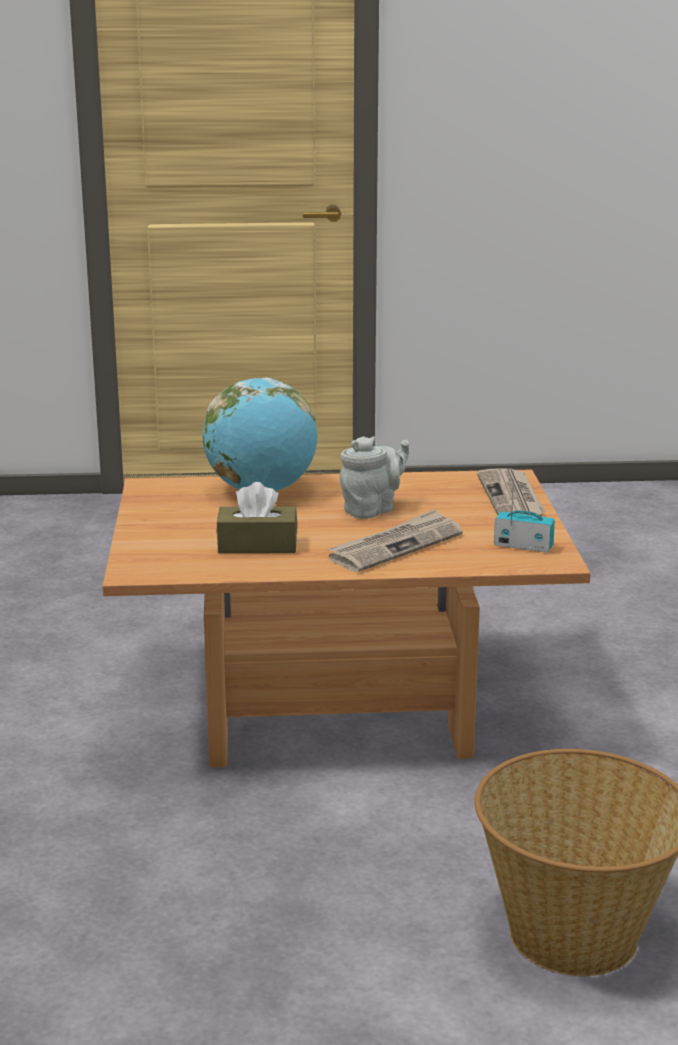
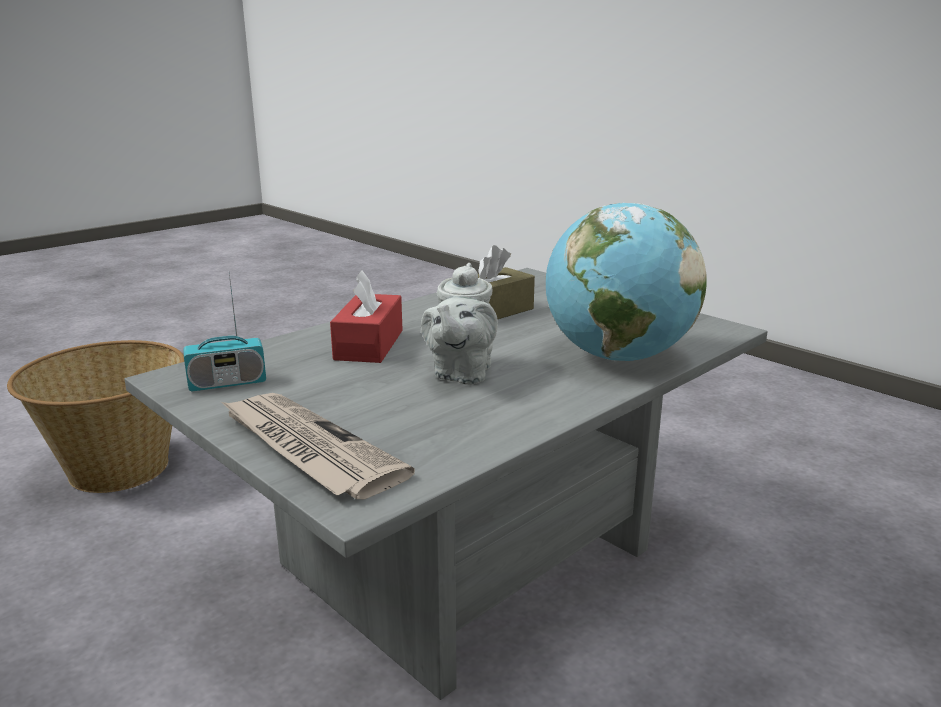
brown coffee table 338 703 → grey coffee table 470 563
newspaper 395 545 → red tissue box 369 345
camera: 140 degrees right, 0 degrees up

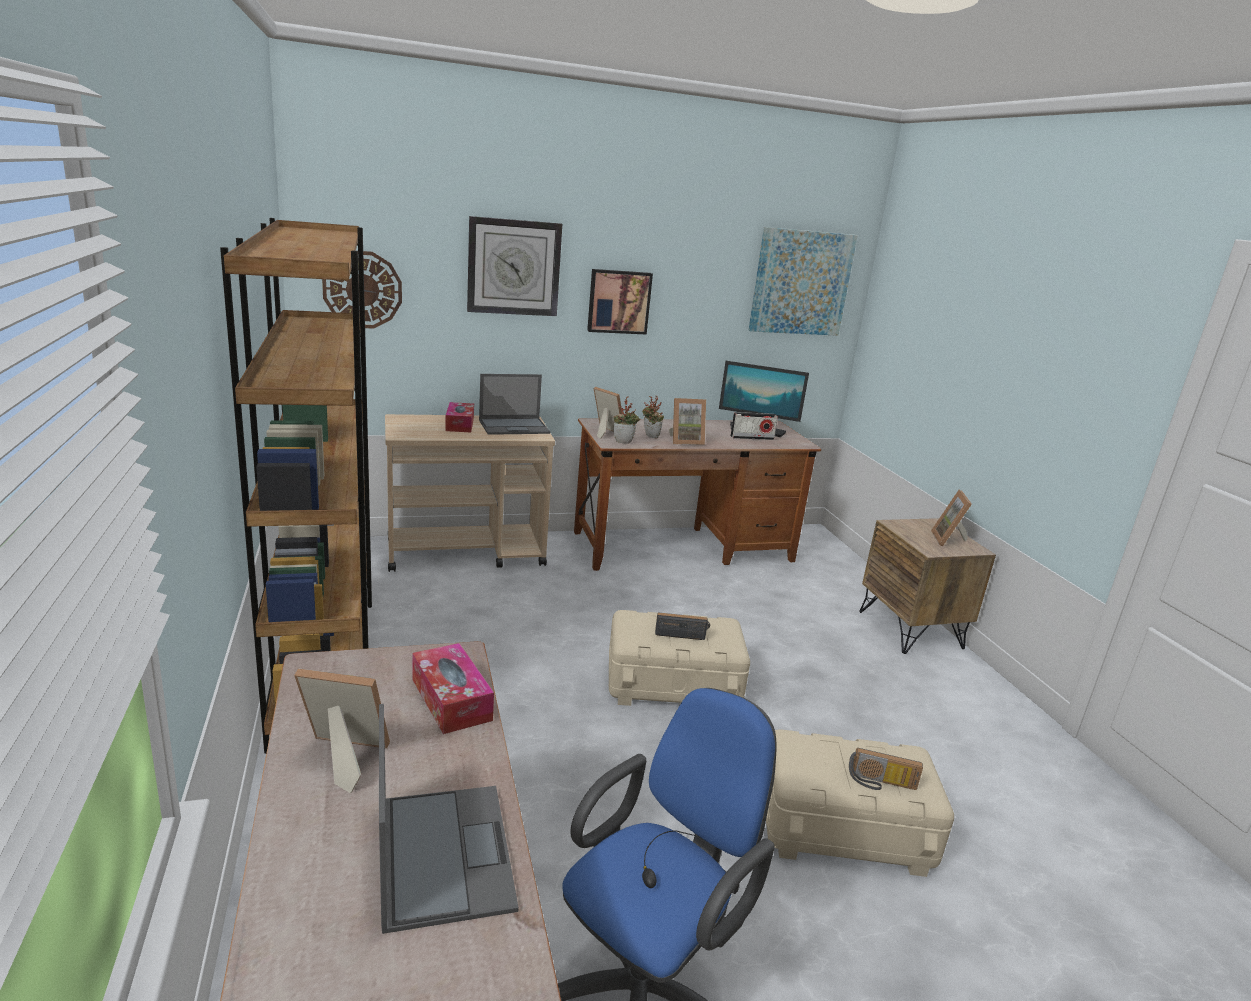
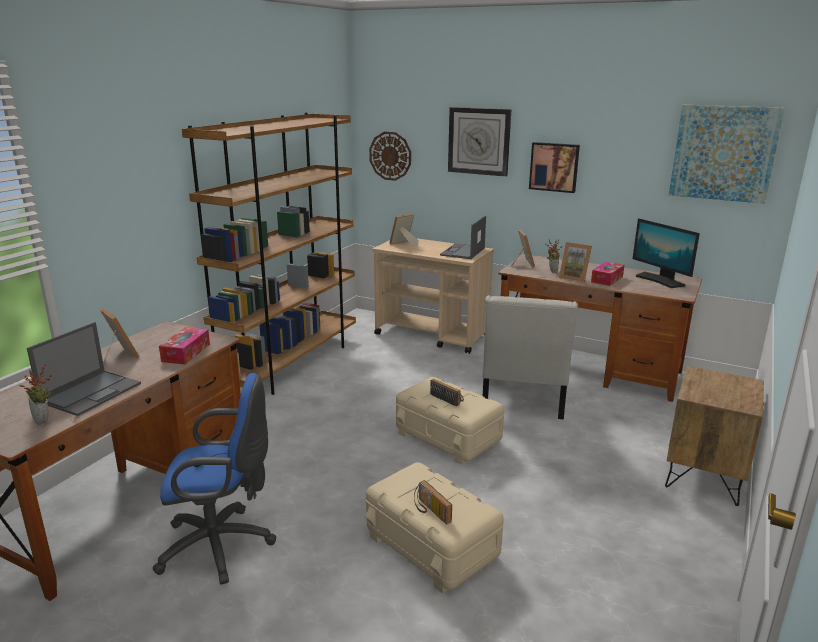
laptop 514 427 → laptop 462 252, 90 degrees clockwise
potted plant 624 441 → potted plant 44 421, move
tissue box 460 424 → tissue box 607 279, move
radio 752 438 → -
picture frame 949 540 → picture frame 403 244, move
- → white chair 522 399
camera: 45 degrees right, 0 degrees up

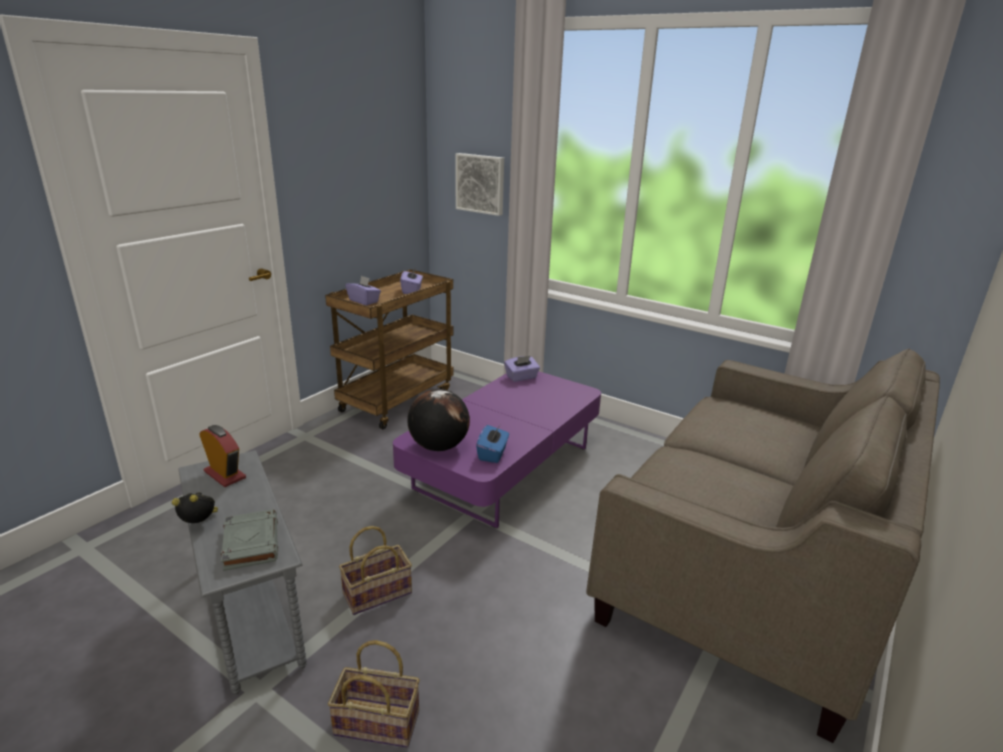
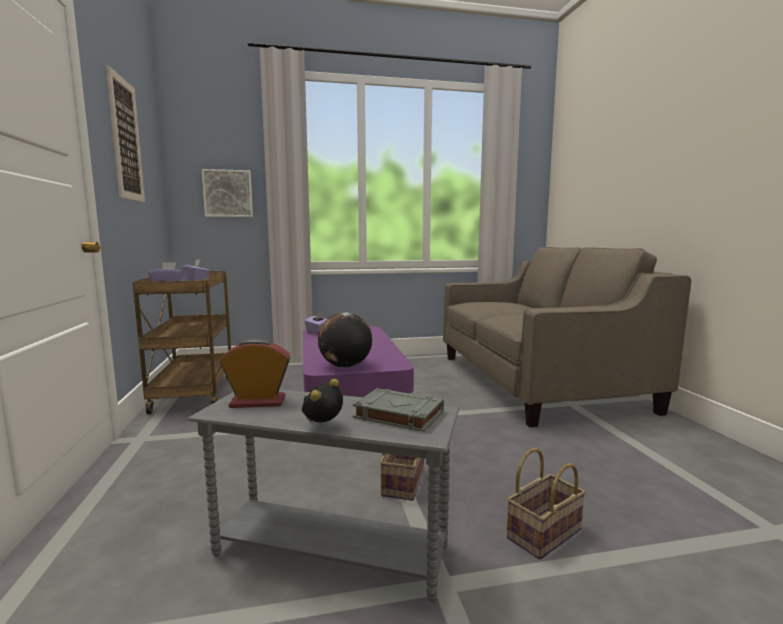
blue tissue box 493 454 → -
- → picture 126 140
camera: 45 degrees left, 15 degrees down

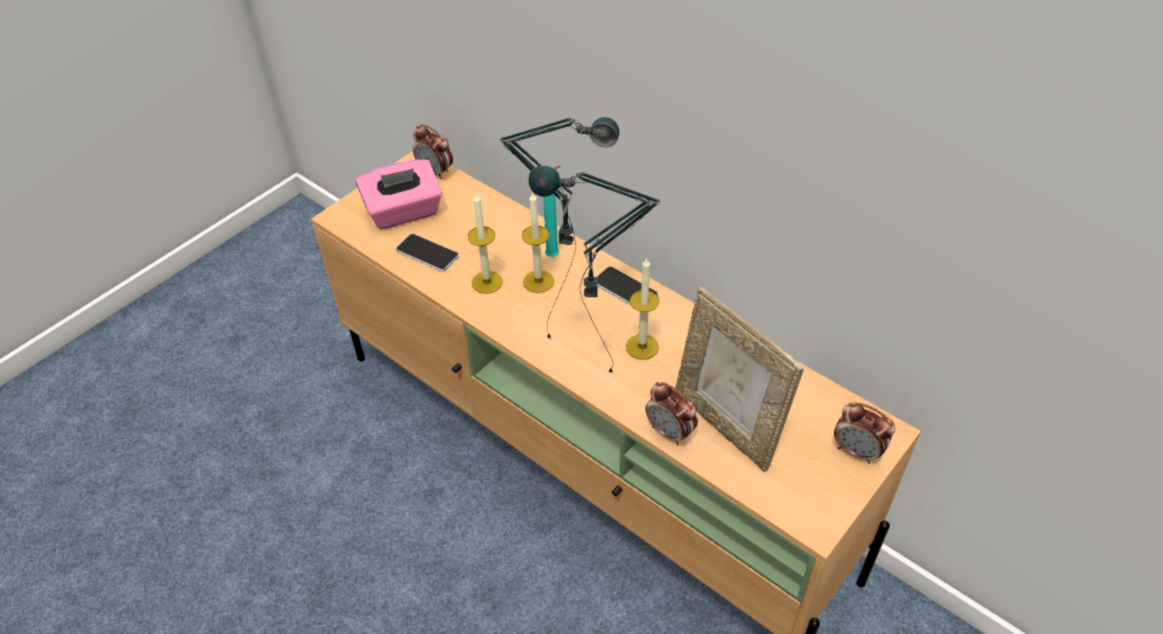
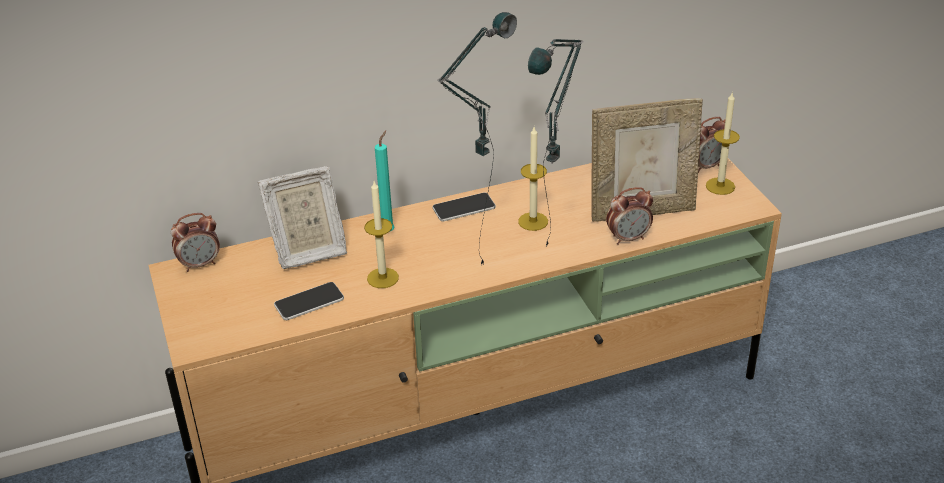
pink tissue box 404 212 → -
candle 538 281 → candle 720 186, move
- → picture frame 308 251
camera: 60 degrees left, 10 degrees down

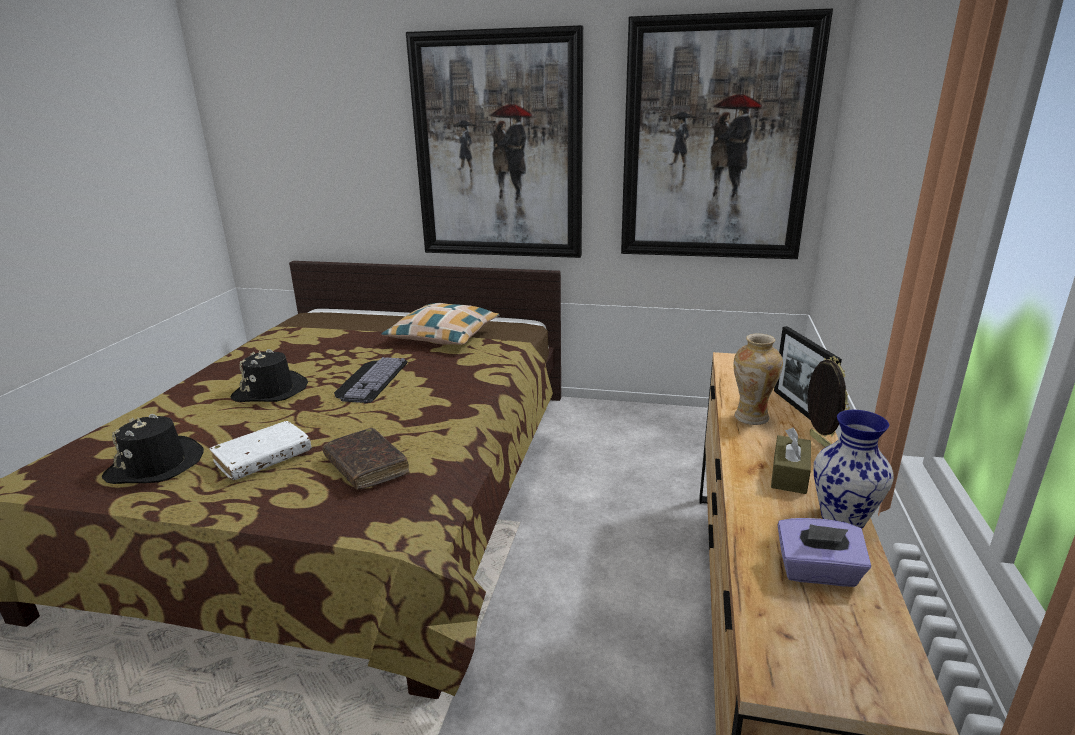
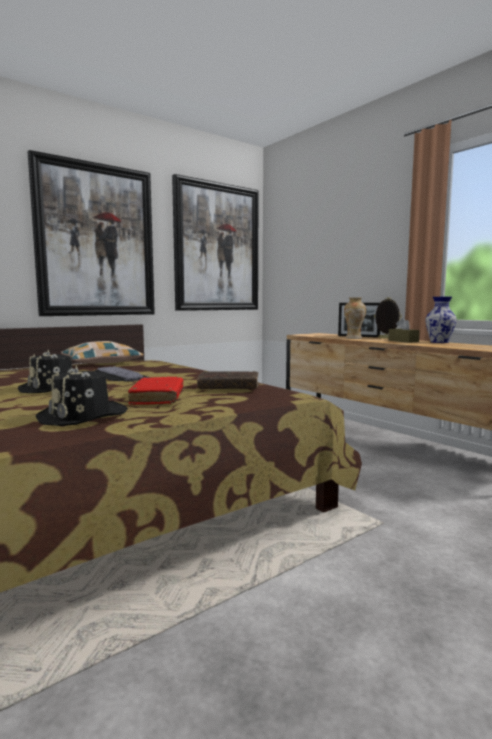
white book 263 458 → red book 157 398
purple tissue box 817 572 → -
camera: 50 degrees left, 15 degrees down

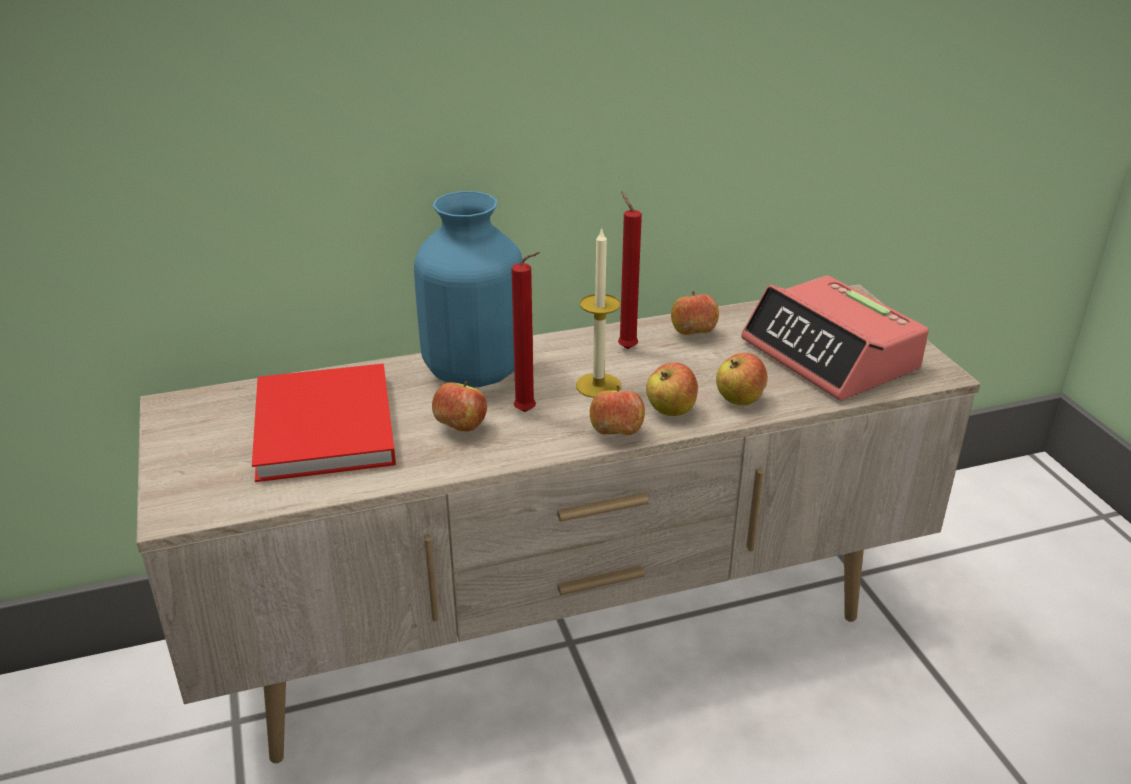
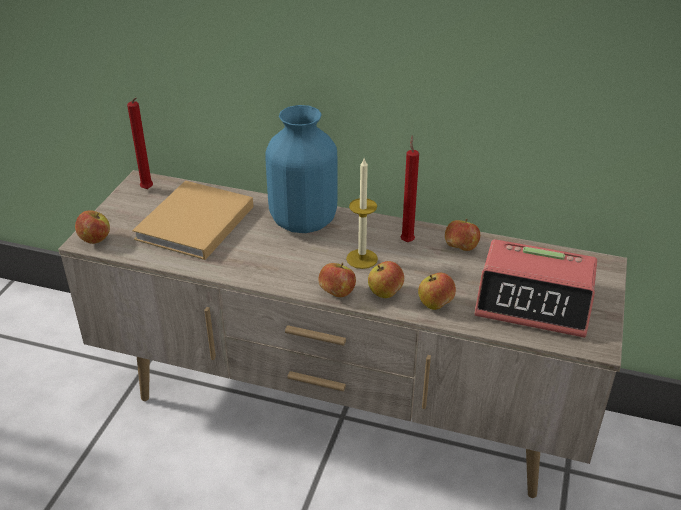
red candle 528 413 → red candle 148 190, move
alarm clock 830 355 → alarm clock 535 300, 75 degrees counterclockwise
red book 324 430 → beige book 193 225
apple 460 427 → apple 95 240, move
camera: 35 degrees right, 5 degrees up

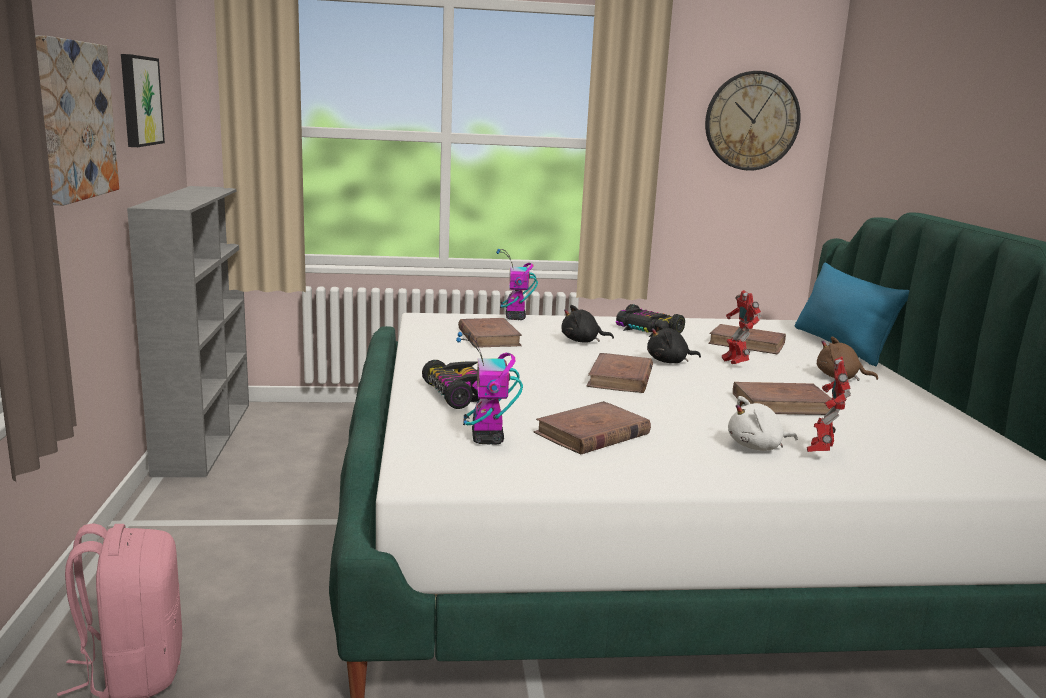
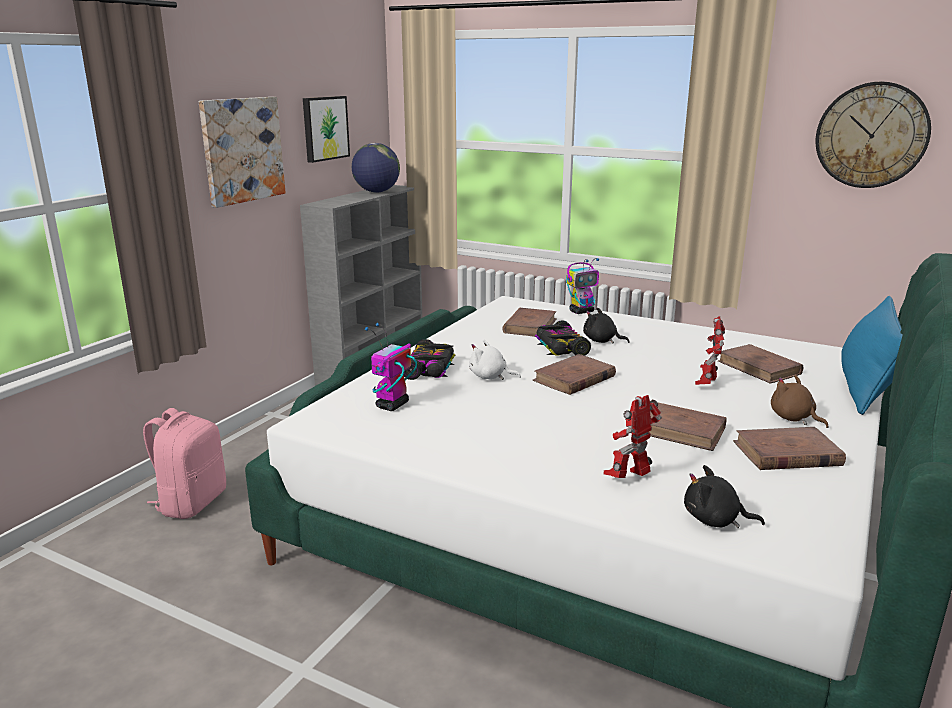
toy robot 515 317 → toy robot 582 311, 150 degrees counterclockwise
toy car 647 330 → toy car 560 348, move
black plush toy 669 362 → black plush toy 715 520, move
white plush toy 757 447 → white plush toy 490 377, move
brown book 592 434 → brown book 786 454, move
- → globe 376 192
camera: 35 degrees right, 5 degrees up

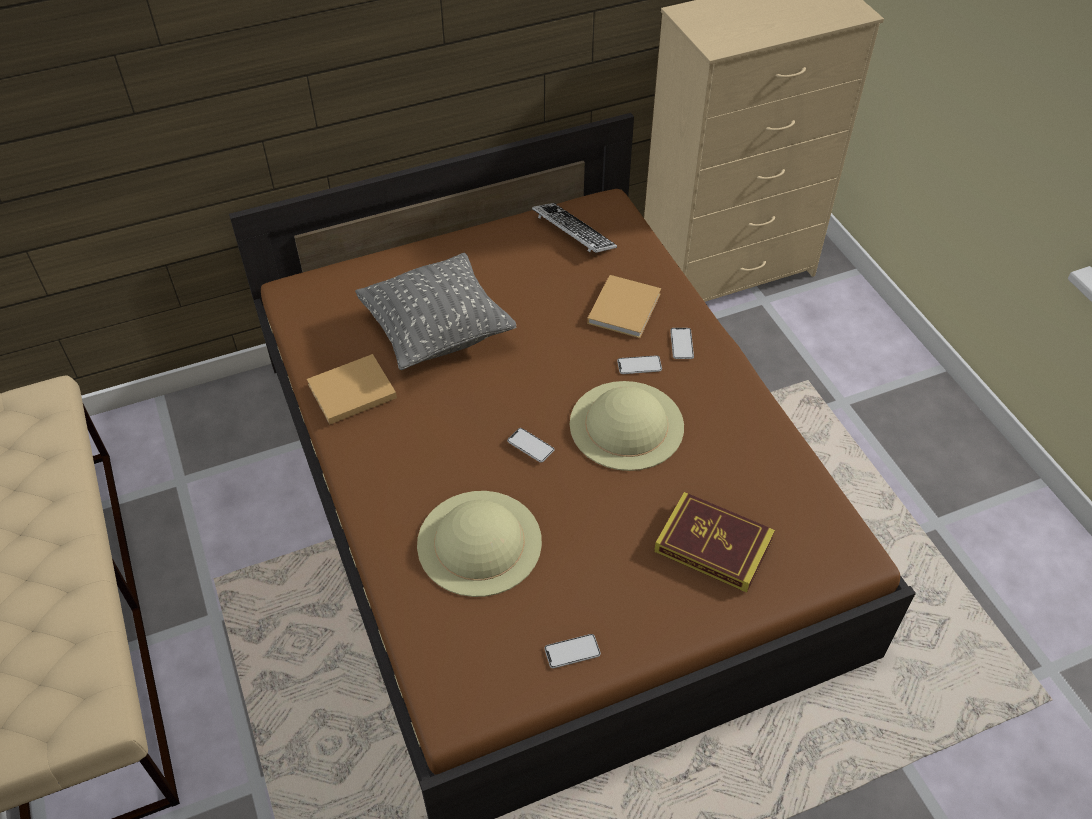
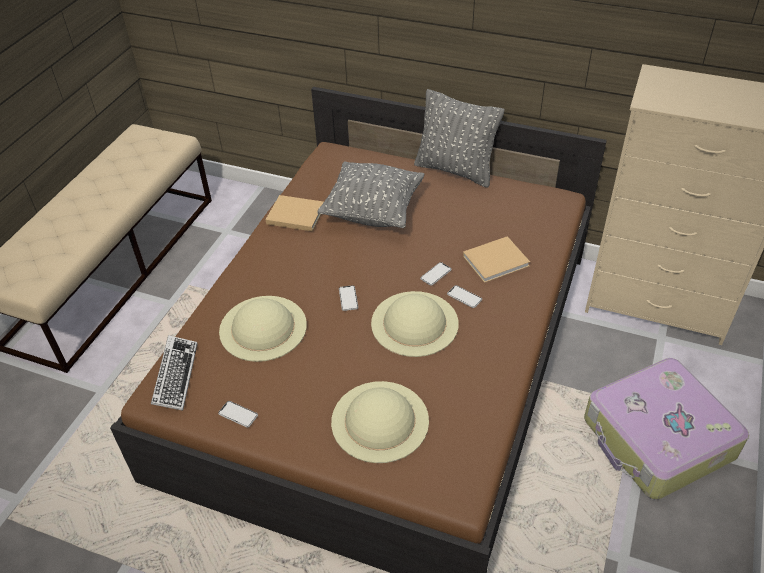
keyboard 573 233 → keyboard 175 376, move
phone 681 344 → phone 435 274, move
book 713 545 → beige hat 379 421
- → grey pillow 455 170
- → suitcase 657 439
camera: 45 degrees right, 5 degrees down

